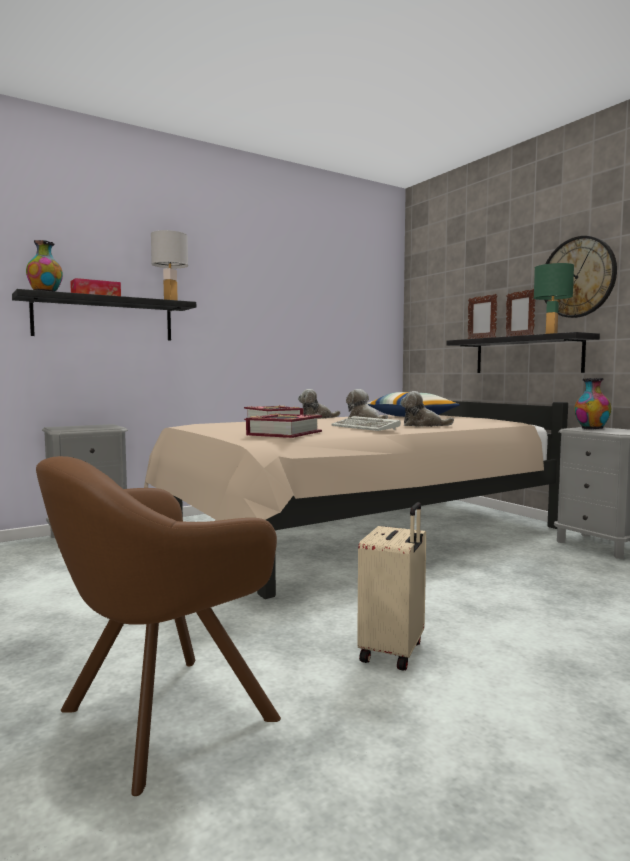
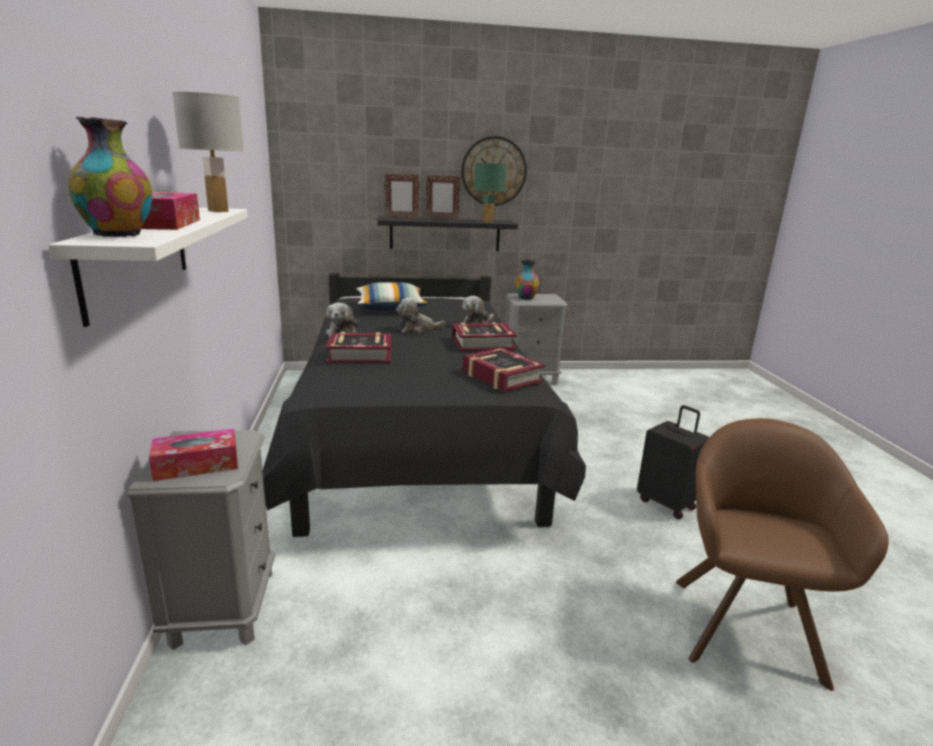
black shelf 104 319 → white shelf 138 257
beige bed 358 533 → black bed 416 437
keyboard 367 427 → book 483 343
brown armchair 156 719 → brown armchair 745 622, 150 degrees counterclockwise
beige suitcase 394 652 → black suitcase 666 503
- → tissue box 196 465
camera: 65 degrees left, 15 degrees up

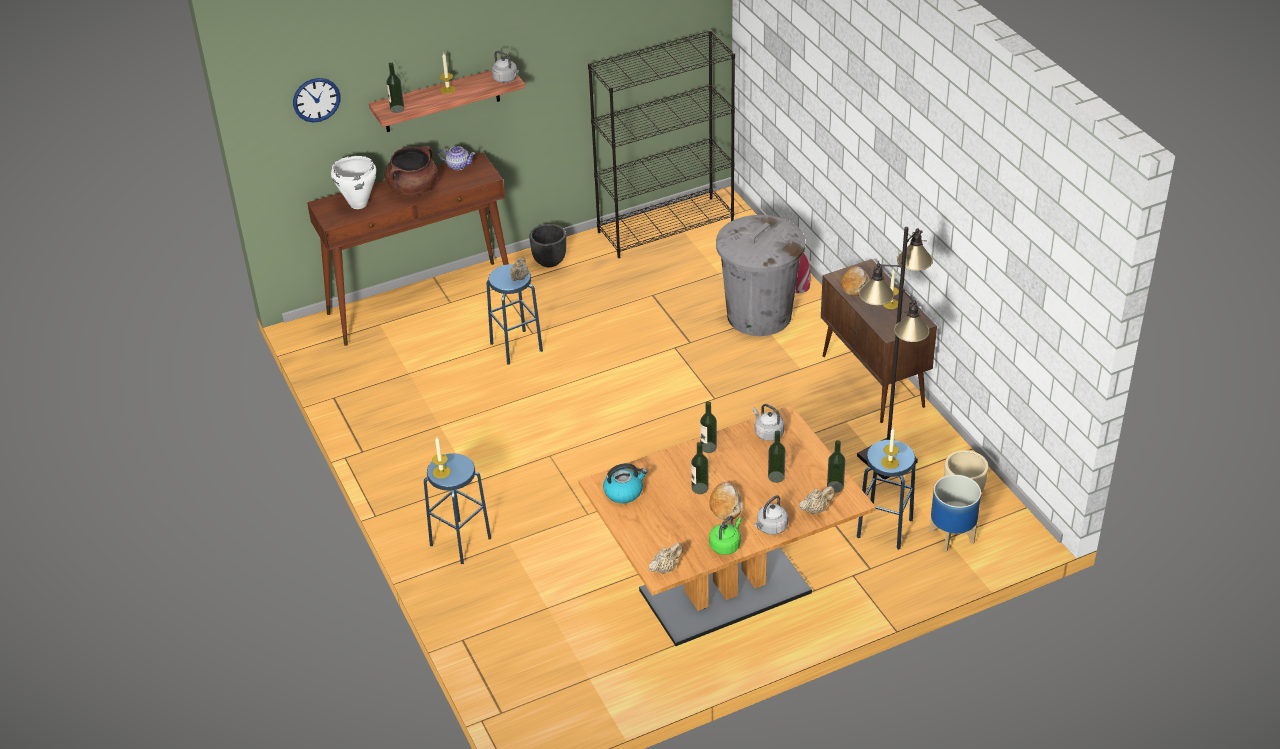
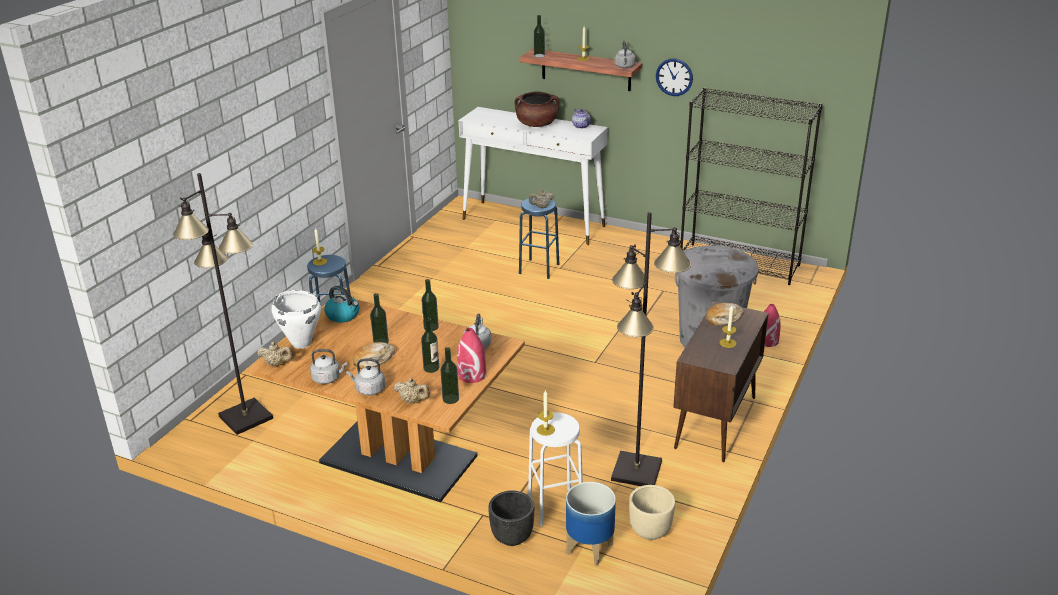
wall clock 316 99 → wall clock 674 77, move
brown console table 422 302 → white console table 534 223
white cooking pot 358 204 → white cooking pot 301 343, move
black planter 549 261 → black planter 512 536, move
blue stool 885 528 → white stool 555 507
green kettle 726 545 → grey kettle 328 378
- → black floor lamp 245 417
- → red vase 472 375
camera: 50 degrees right, 10 degrees down

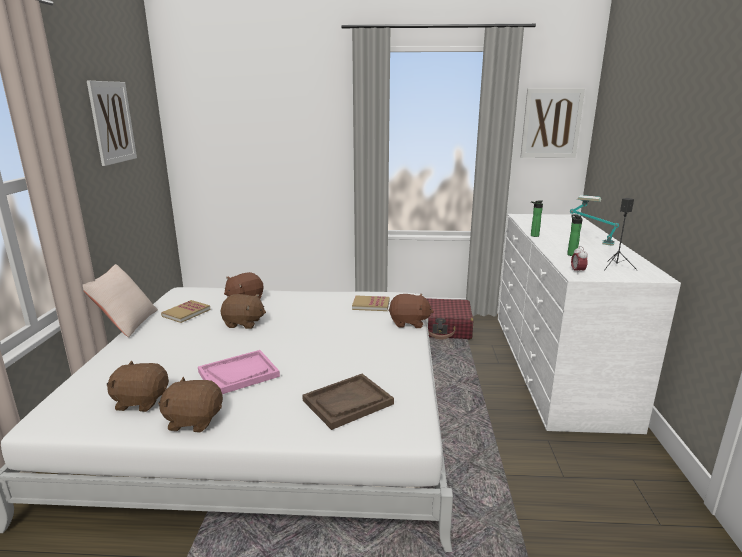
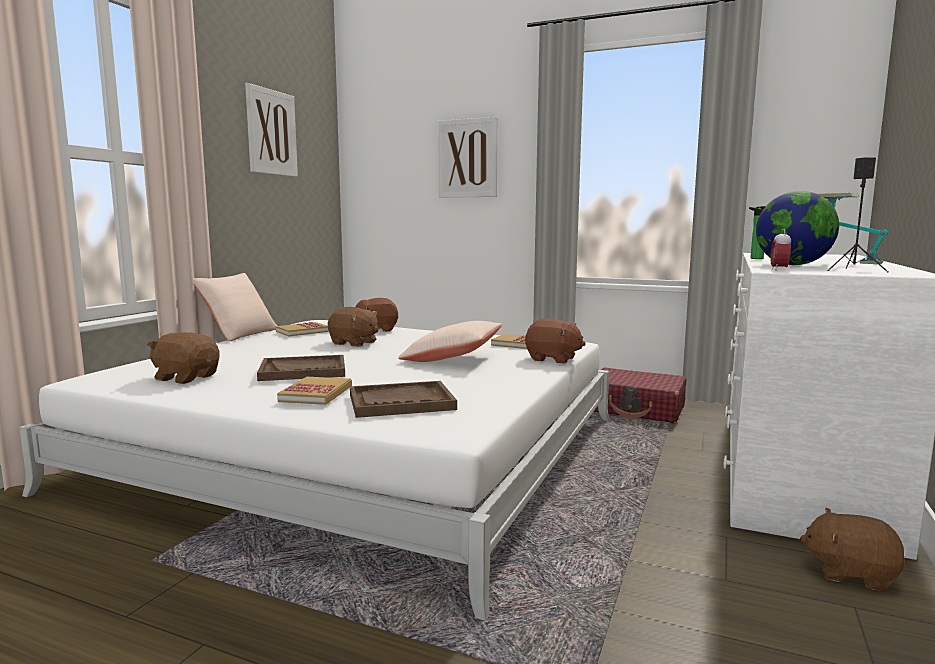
picture 551 123 → picture 468 158, move
bottle 571 254 → globe 792 265
pink tray 239 374 → brown tray 303 371
brown plush toy 194 420 → brown plush toy 850 572, move
- → beige pillow 452 358
- → book 316 394
camera: 20 degrees right, 10 degrees down

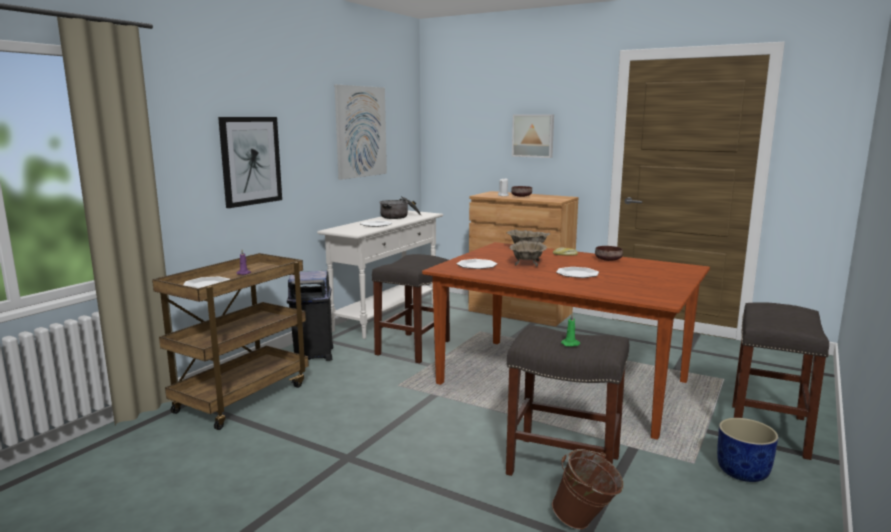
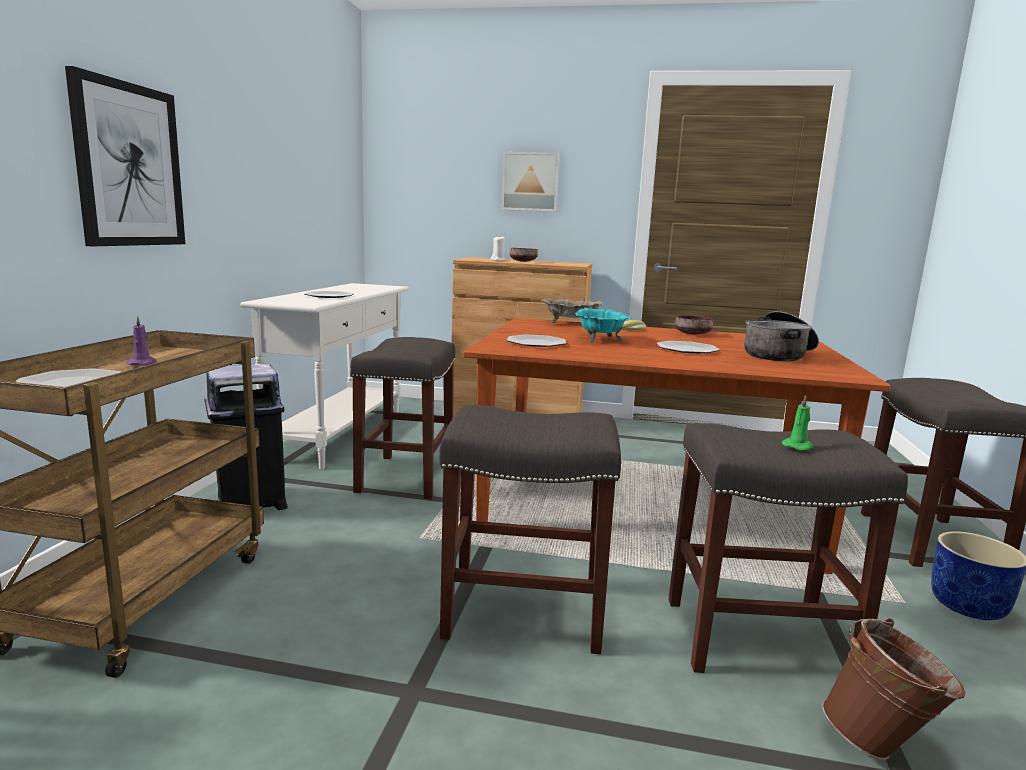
picture 361 132 → -
cooking pot 400 216 → cooking pot 779 354, move
beige bowl 527 263 → turquoise bowl 600 339
- → grey stool 521 612
camera: 20 degrees left, 0 degrees up

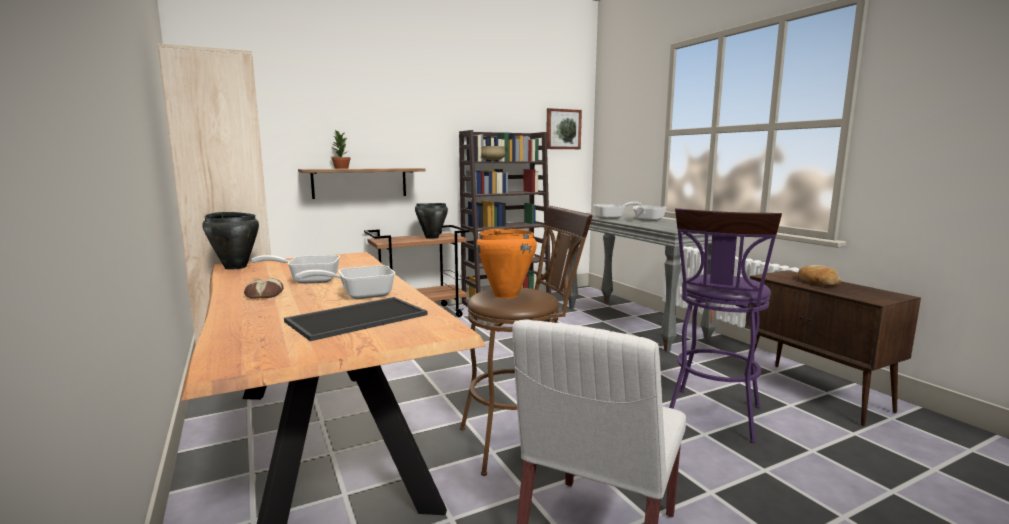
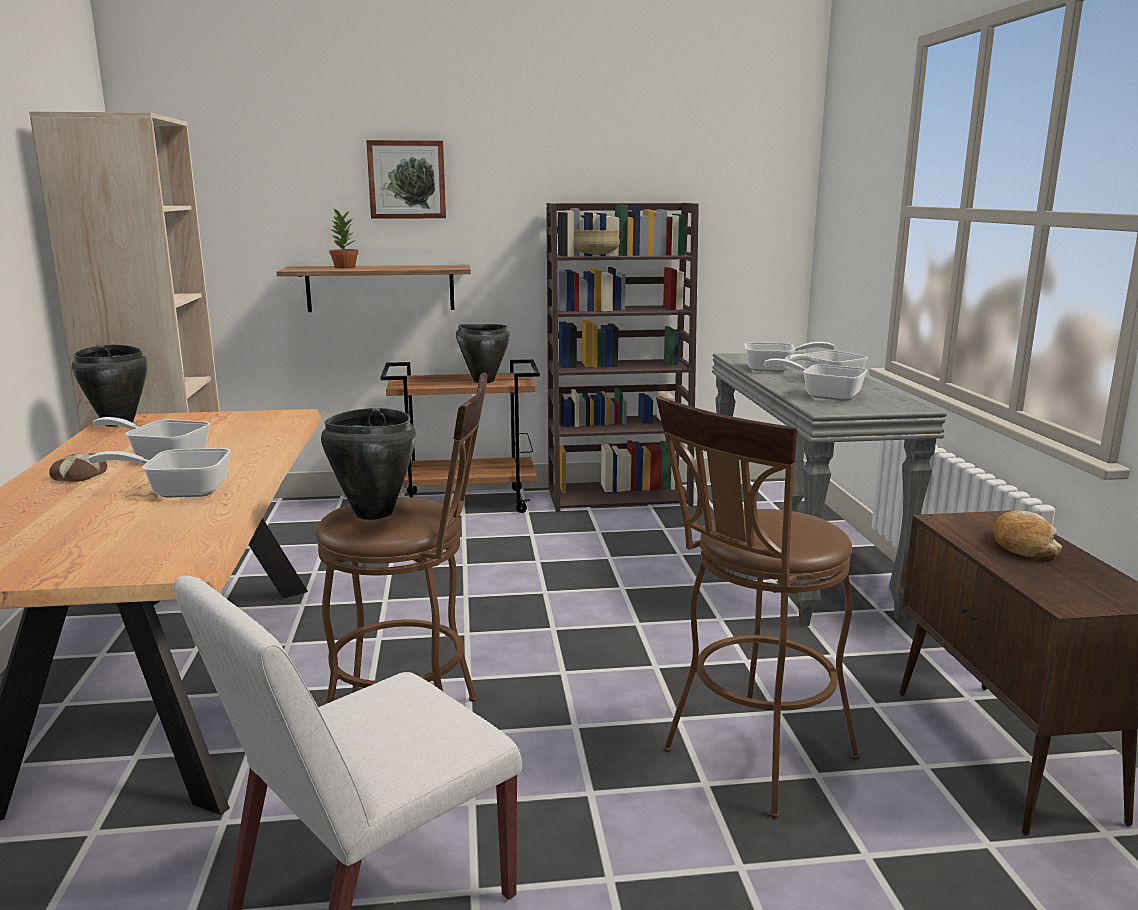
picture 563 129 → picture 407 179, move
purple stool 712 418 → brown stool 750 760
orange cooking pot 506 295 → black cooking pot 373 513
tray 357 317 → -
- → frying pan 824 395
camera: 20 degrees right, 5 degrees up

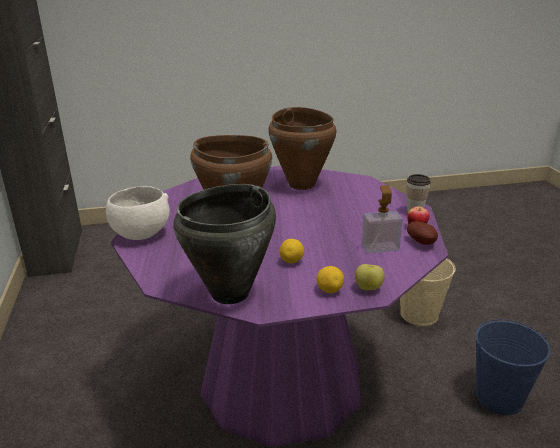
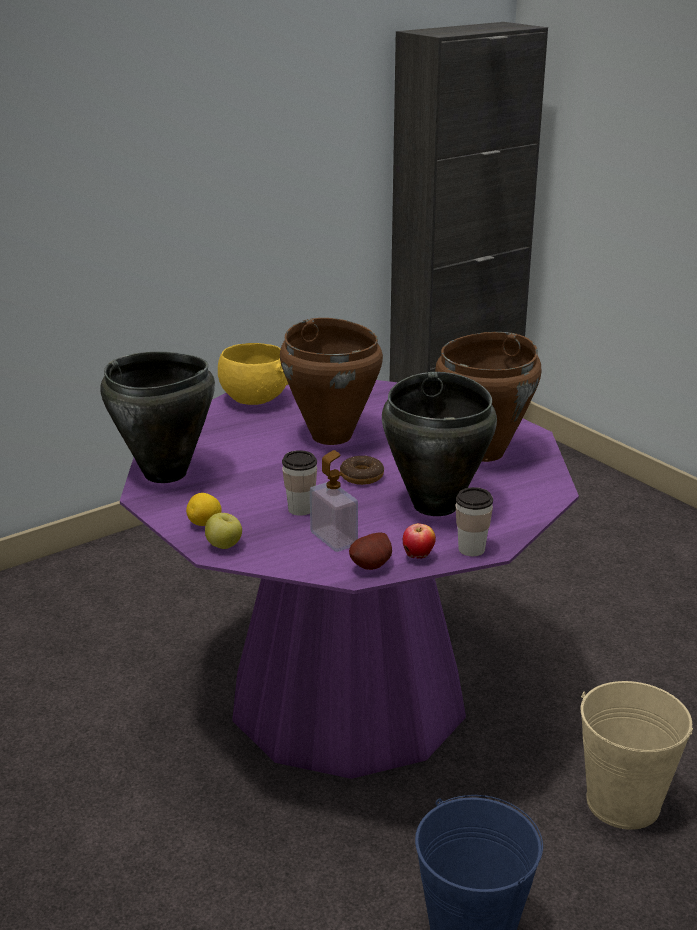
white bowl 140 234 → yellow bowl 253 399
lemon 292 261 → -
- → black cooking pot 436 505
- → cup 300 509
- → donut 362 476
camera: 65 degrees right, 0 degrees up

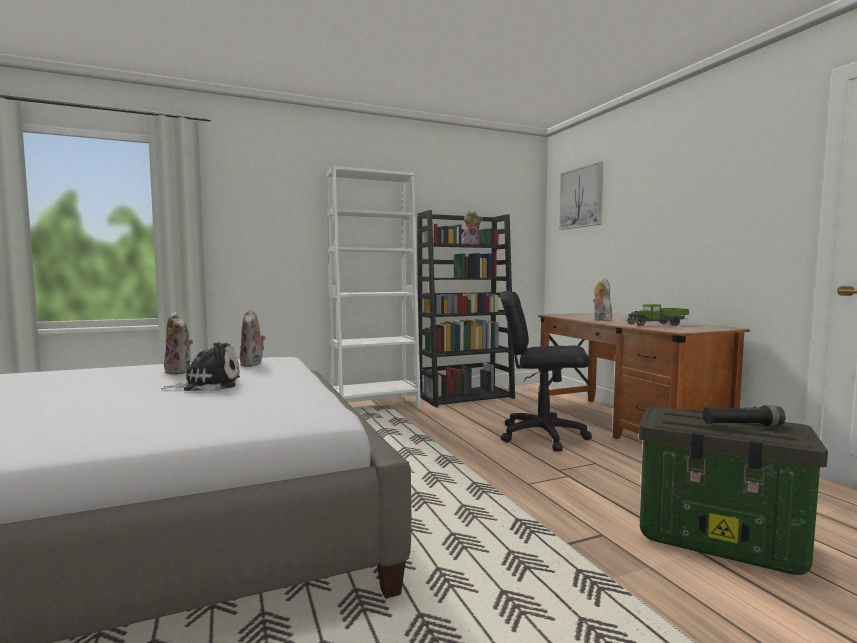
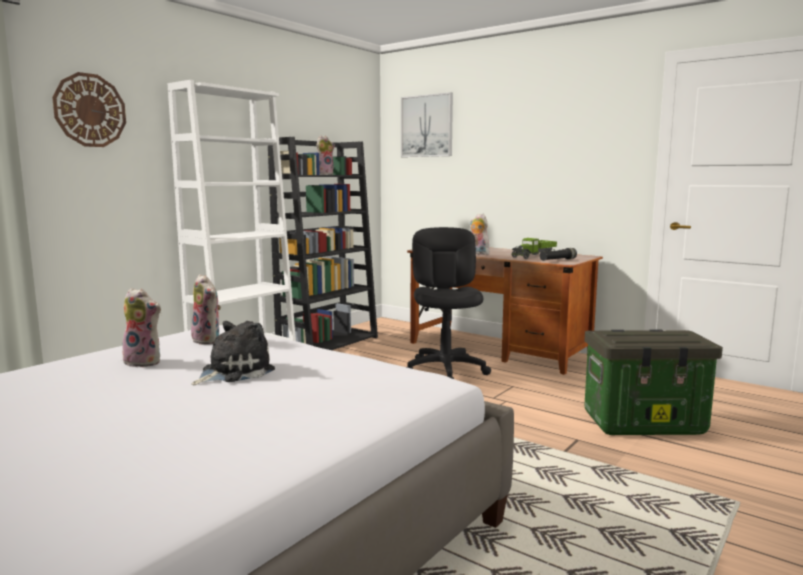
black office chair 542 435 → black office chair 445 370, 105 degrees clockwise
black flashlight 742 425 → black flashlight 558 260, move
- → wall clock 90 110
camera: 30 degrees left, 5 degrees up

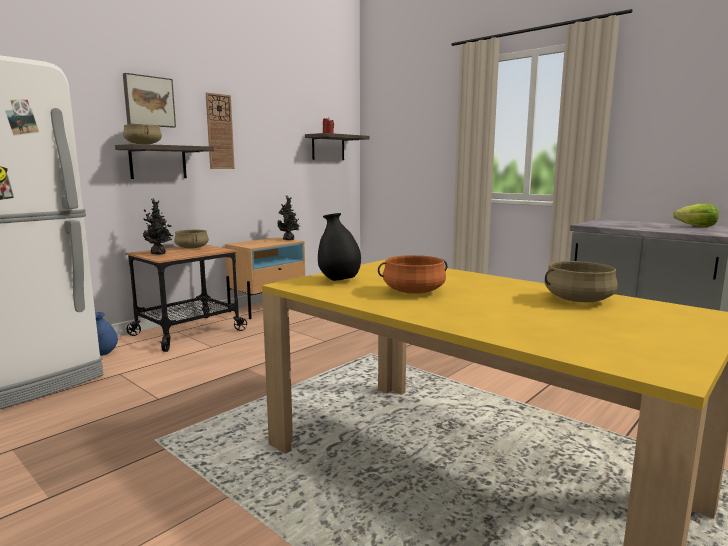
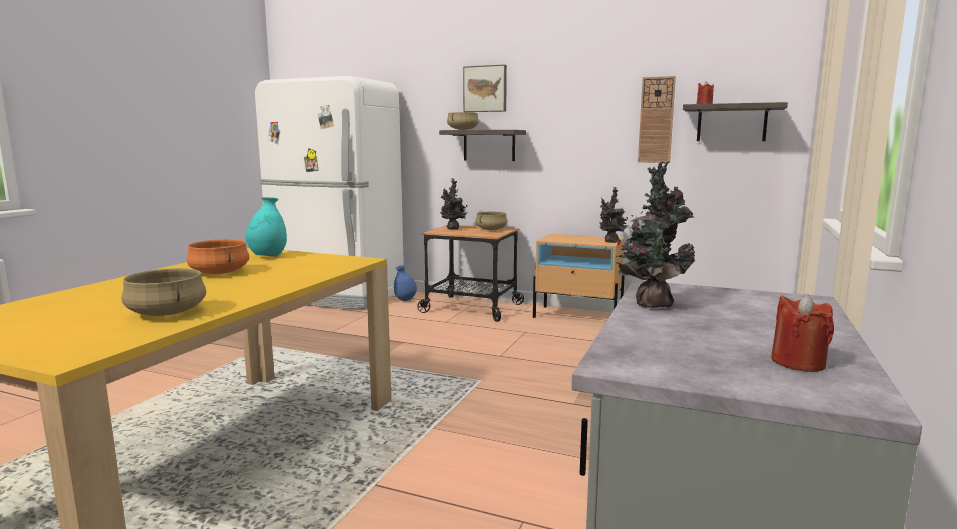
wall clock 219 132 → wall clock 656 120, move
lettuce 697 226 → red candle 798 362
black vase 339 280 → turquoise vase 268 257
- → potted plant 651 304
camera: 70 degrees right, 0 degrees up

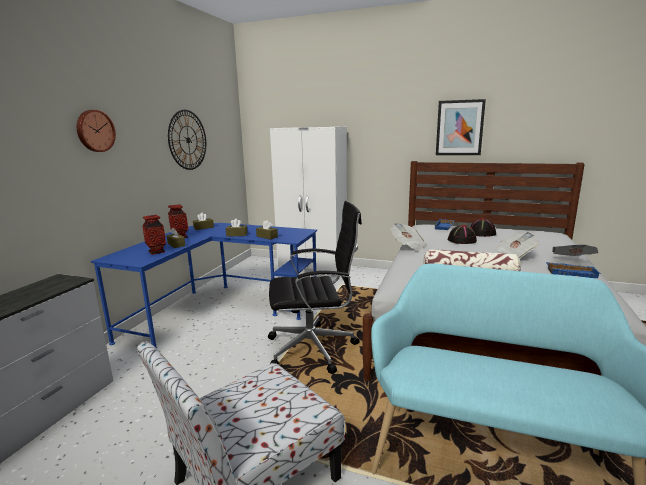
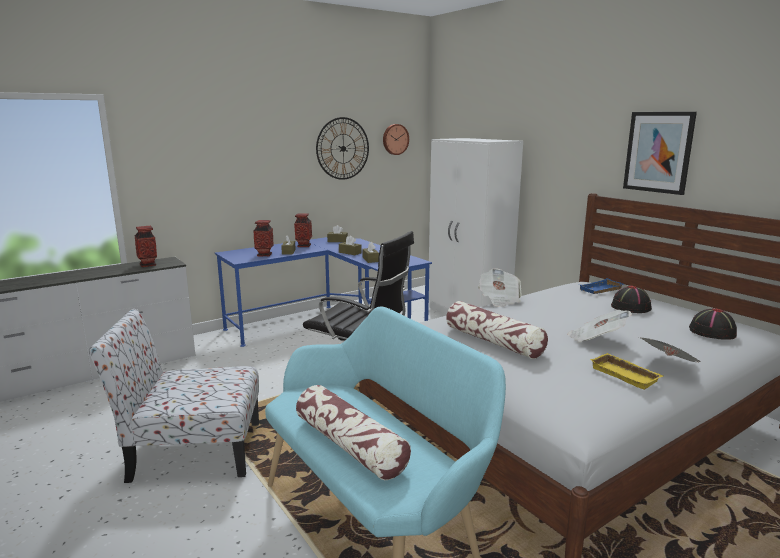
wall clock 95 131 → wall clock 395 139, move
black hat 461 240 → black hat 711 332, move
blue tray 571 272 → yellow tray 626 375
- → vase 148 265
- → pillow 350 445
camera: 35 degrees right, 0 degrees up

